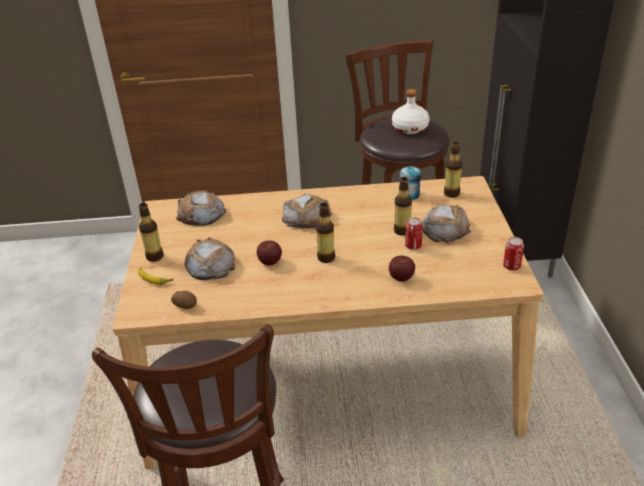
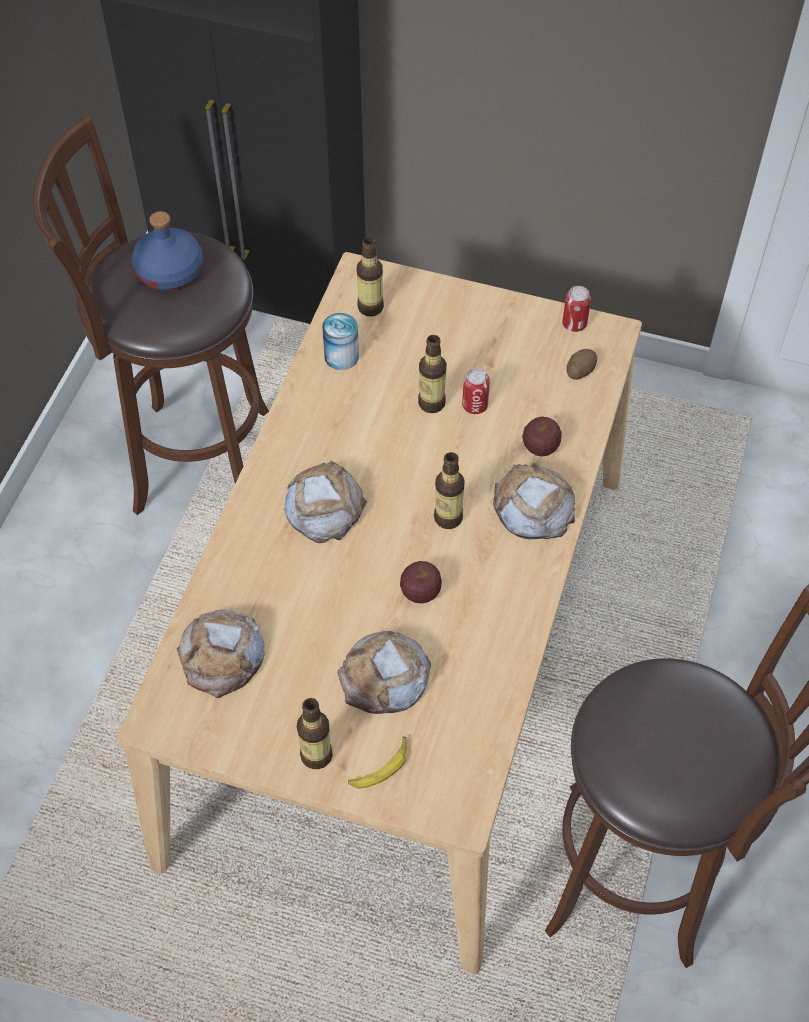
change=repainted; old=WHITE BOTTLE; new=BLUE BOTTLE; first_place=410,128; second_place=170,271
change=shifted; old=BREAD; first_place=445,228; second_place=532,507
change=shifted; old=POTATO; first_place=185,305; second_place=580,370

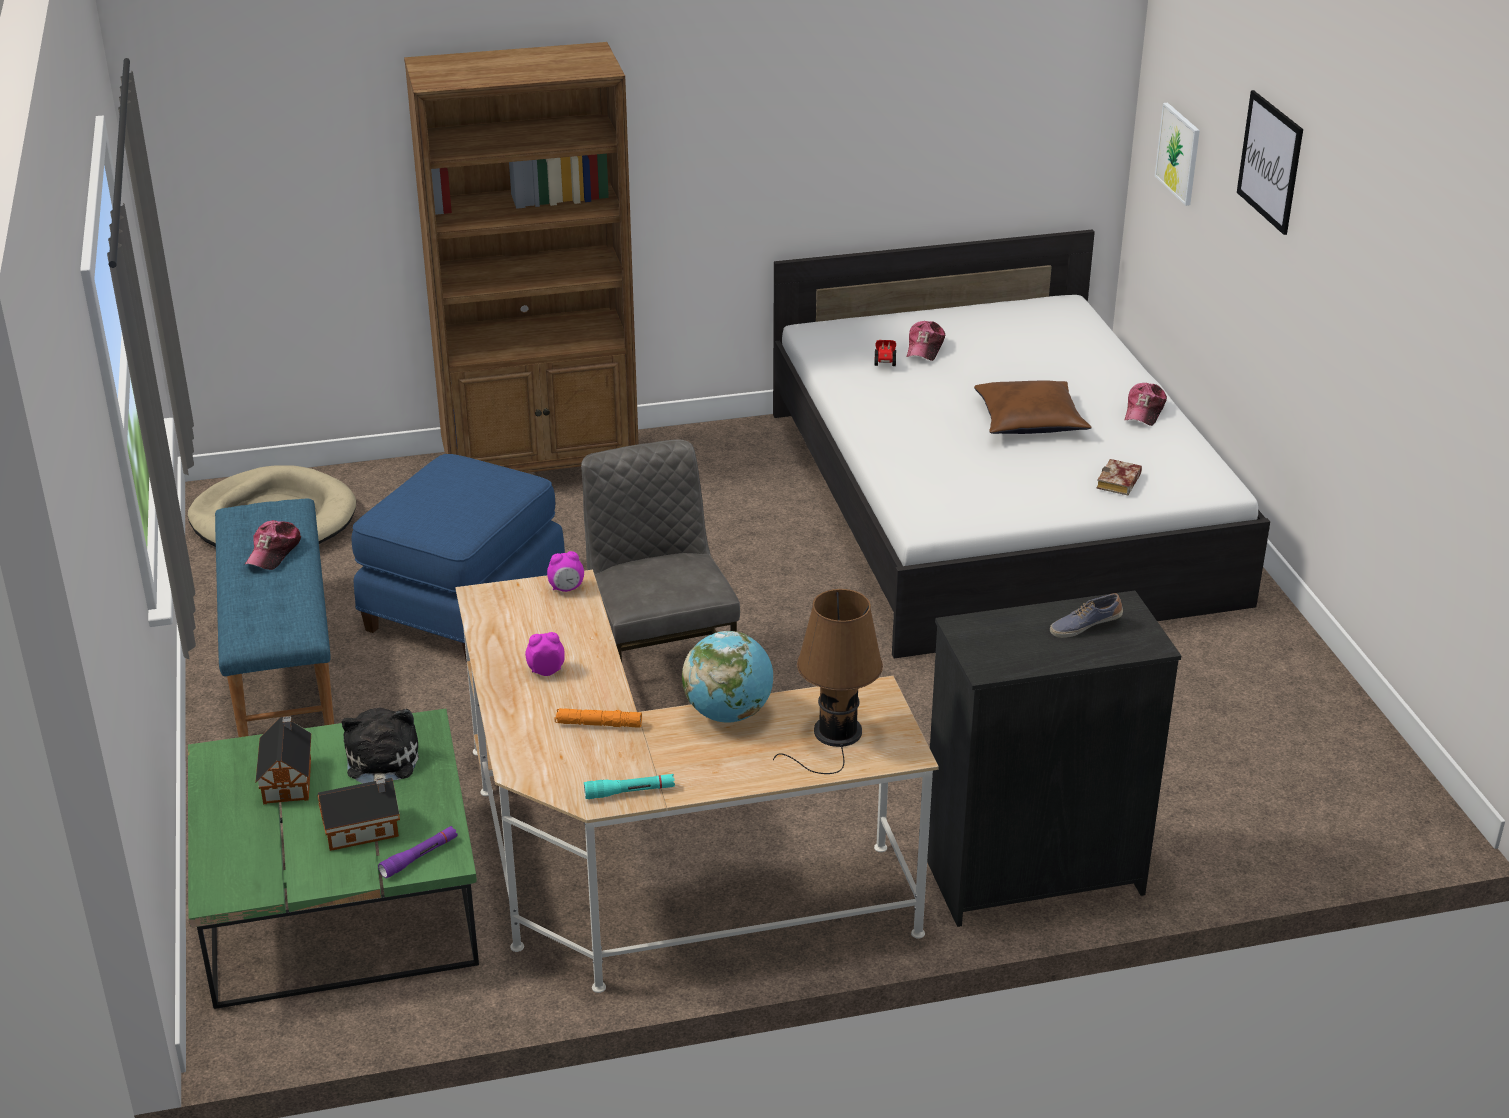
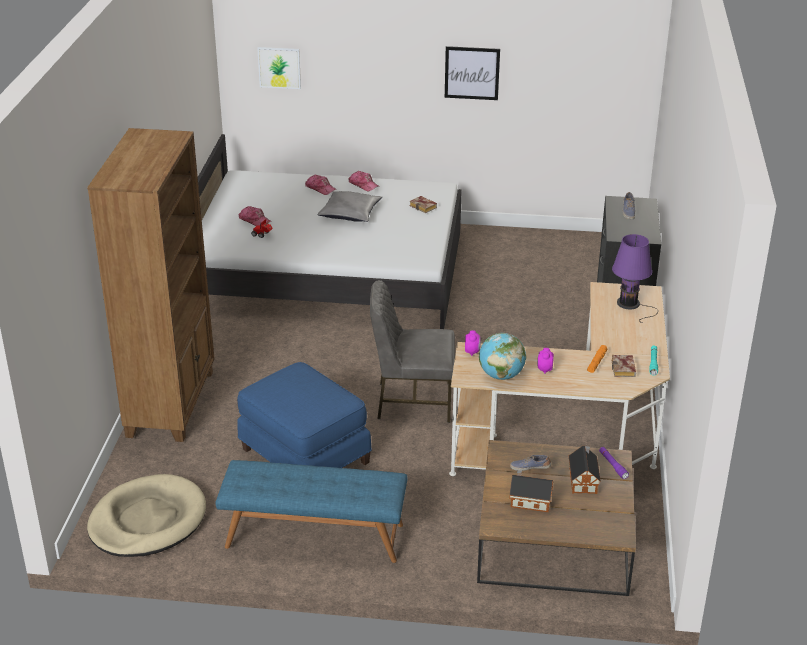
change=shifted; old=CAP; first_place=274,552; second_place=320,188
change=repainted; old=BROWN PILLOW; new=GREY PILLOW; first_place=1030,420; second_place=350,213
change=shifted; old=PICTURE; first_place=1270,161; second_place=472,73
change=repainted; old=GREEN COFFEE TABLE; new=BROWN COFFEE TABLE; first_place=336,897; second_place=555,541
change=shifted; old=GLOBE; first_place=728,713; second_place=501,375
change=swapped; old=PLUSH TOY; new=SHOE; first_place=381,764; second_place=530,467
change=new; new=BOOK; second_place=624,369
change=repainted; old=BROWN TABLE LAMP; new=PURPLE TABLE LAMP; first_place=835,735; second_place=630,304

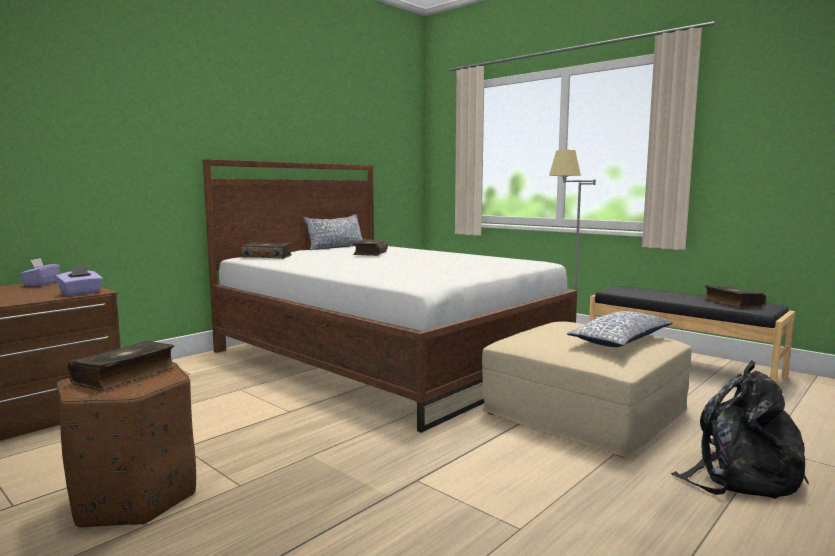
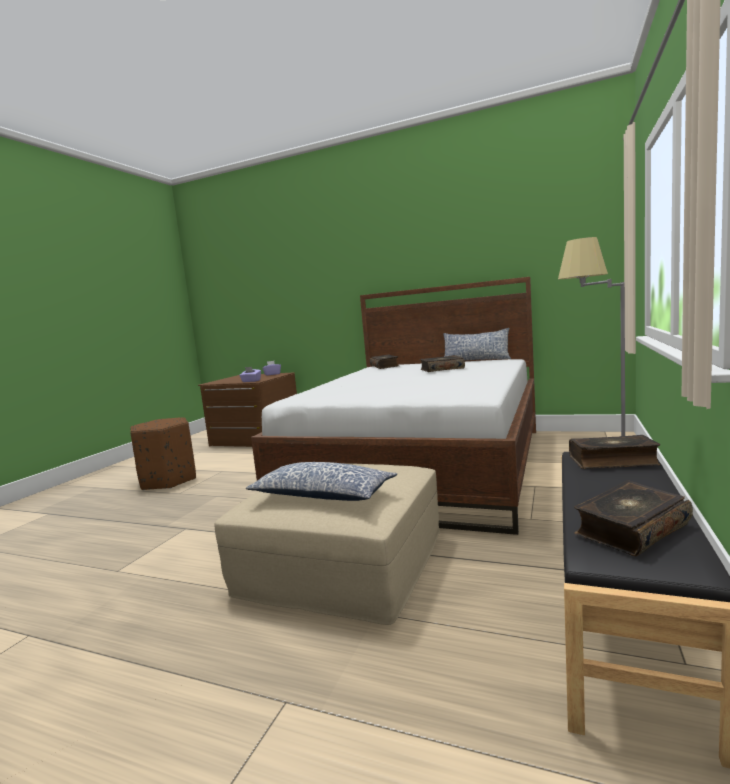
change=shifted; old=BOOK; first_place=126,375; second_place=613,461
change=gone; old=BLACK BACKPACK; first_place=740,475

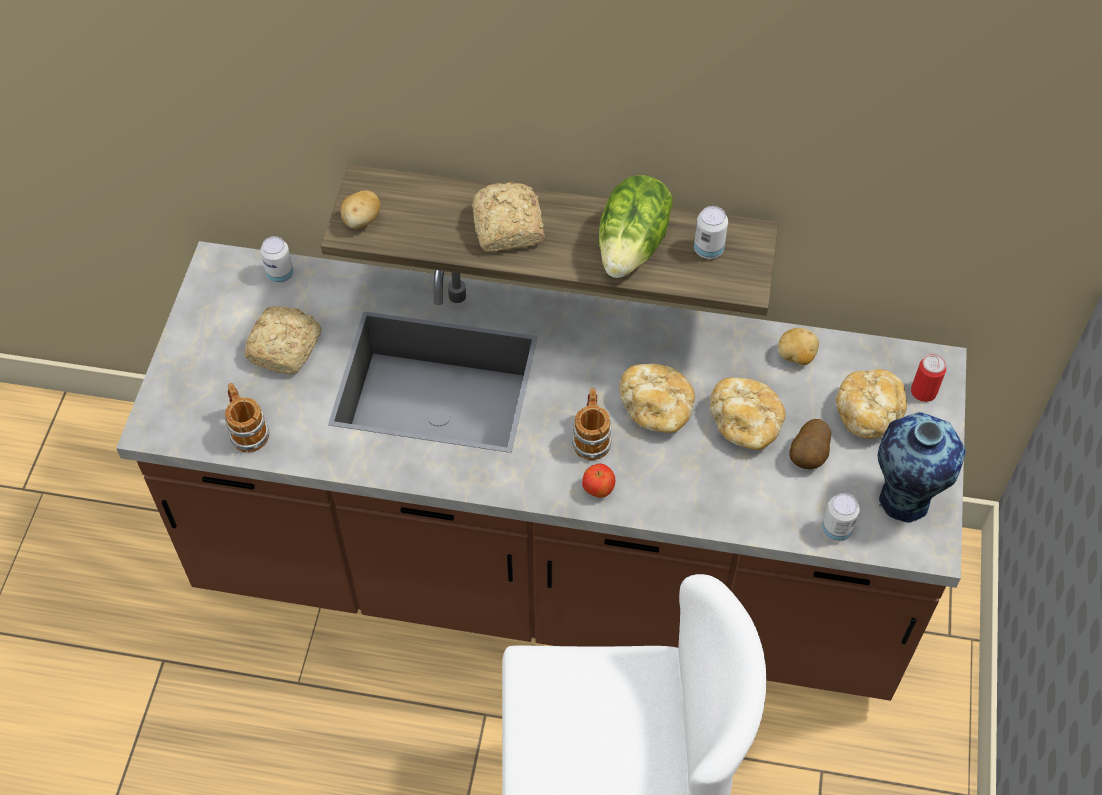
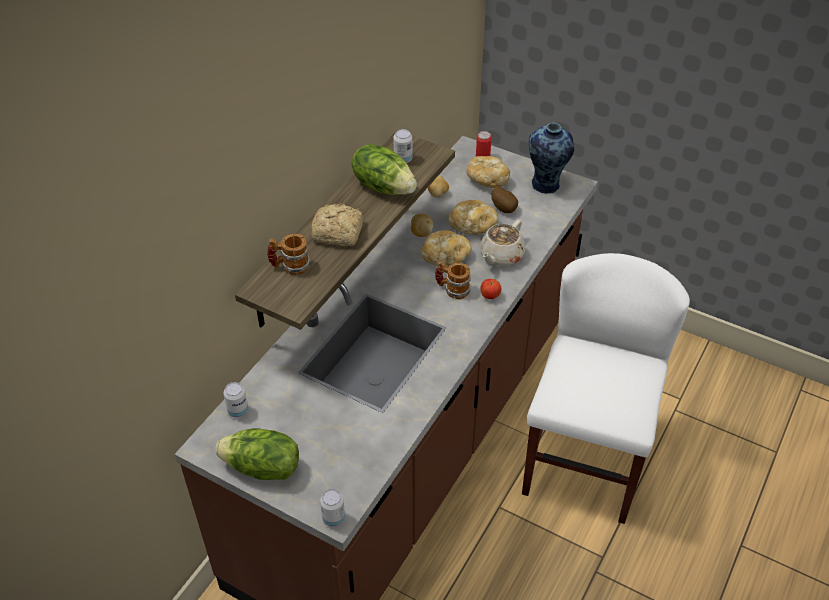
change=new; new=LETTUCE; second_place=262,469
change=shifted; old=MUG; first_place=247,430; second_place=290,266
change=shifted; old=CAN; first_place=836,530; second_place=333,518
change=shifted; old=POTATO; first_place=362,221; second_place=421,233
change=new; new=BEIGE TEAPOT; second_place=501,256
change=gone; old=BREAD; first_place=286,346

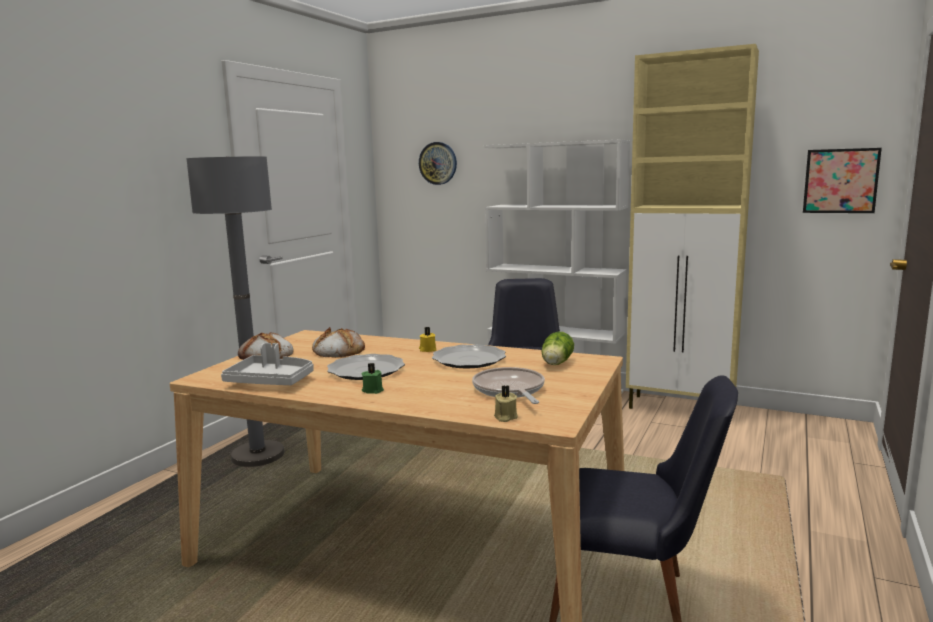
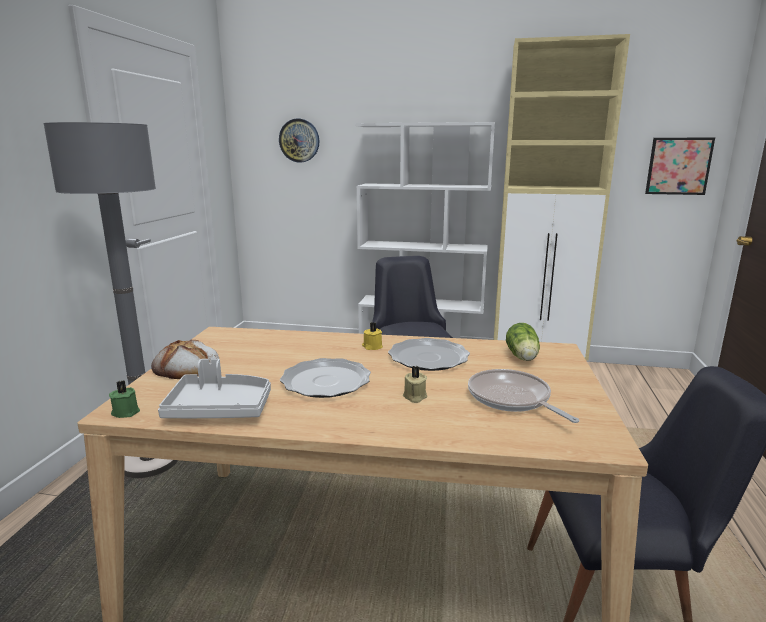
change=shifted; old=GREEN CANDLE; first_place=373,390; second_place=126,412
change=shifted; old=BEIGE CANDLE; first_place=505,417; second_place=414,397
change=gone; old=BREAD; first_place=338,350

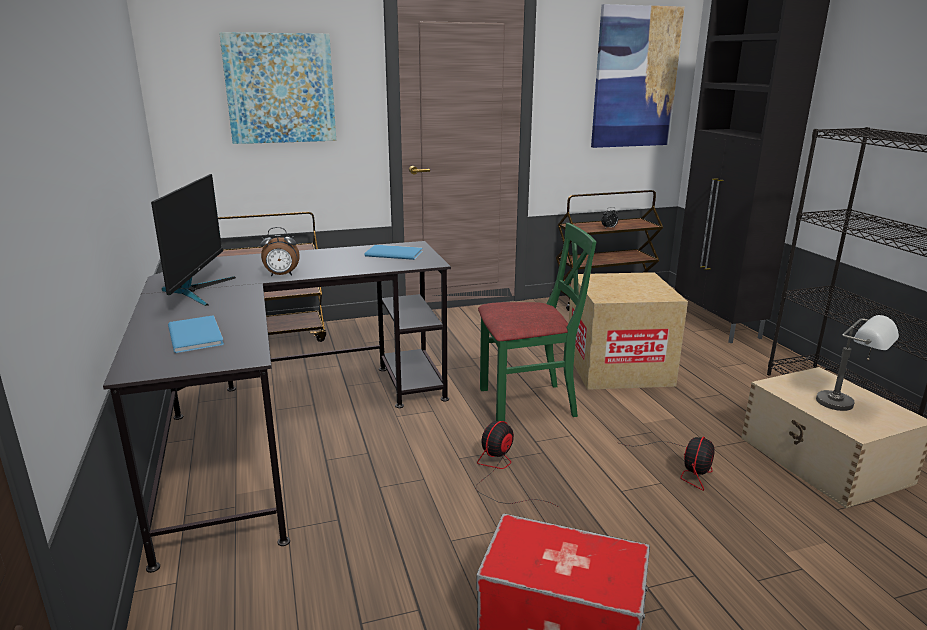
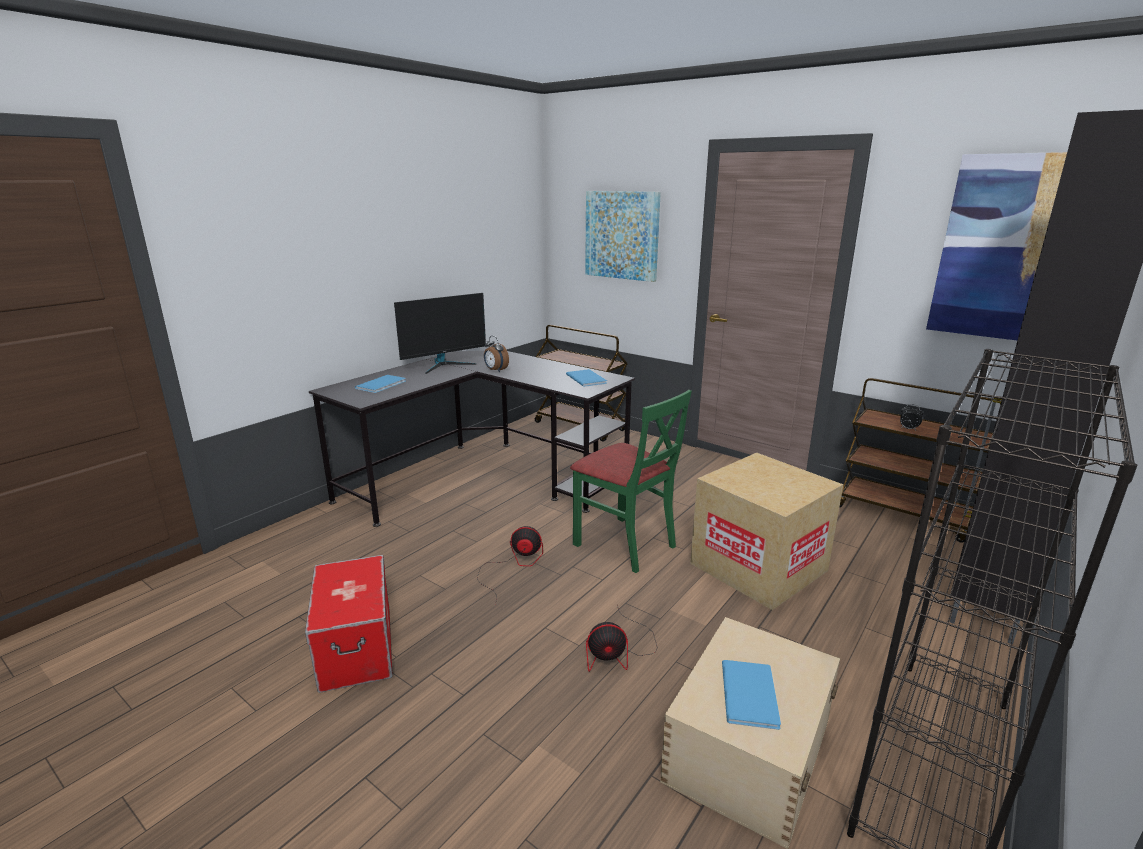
change=swapped; old=GREY TABLE LAMP; new=BLUE BOOK; first_place=847,406; second_place=751,693

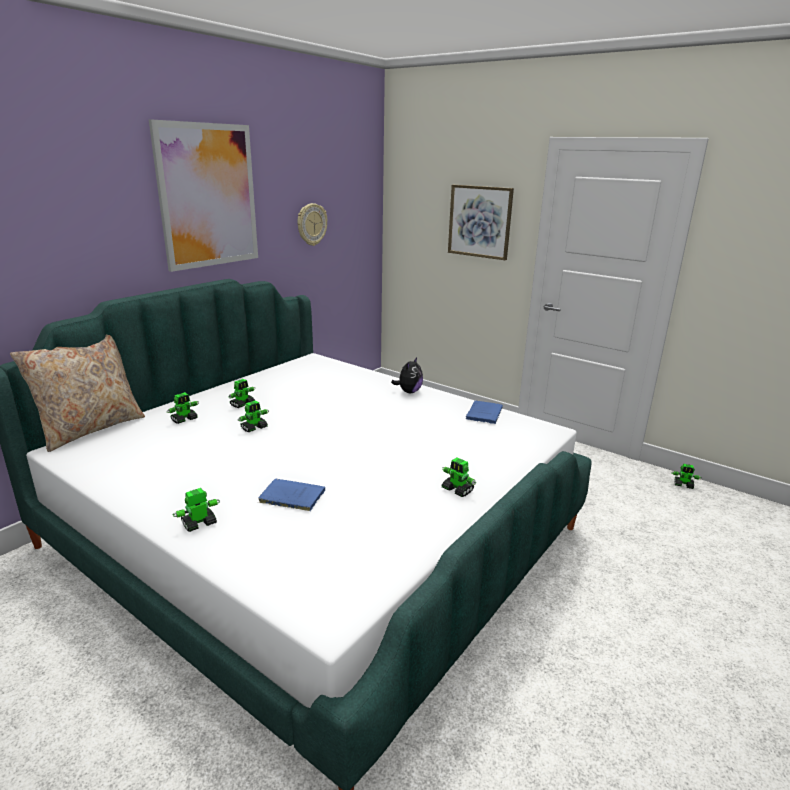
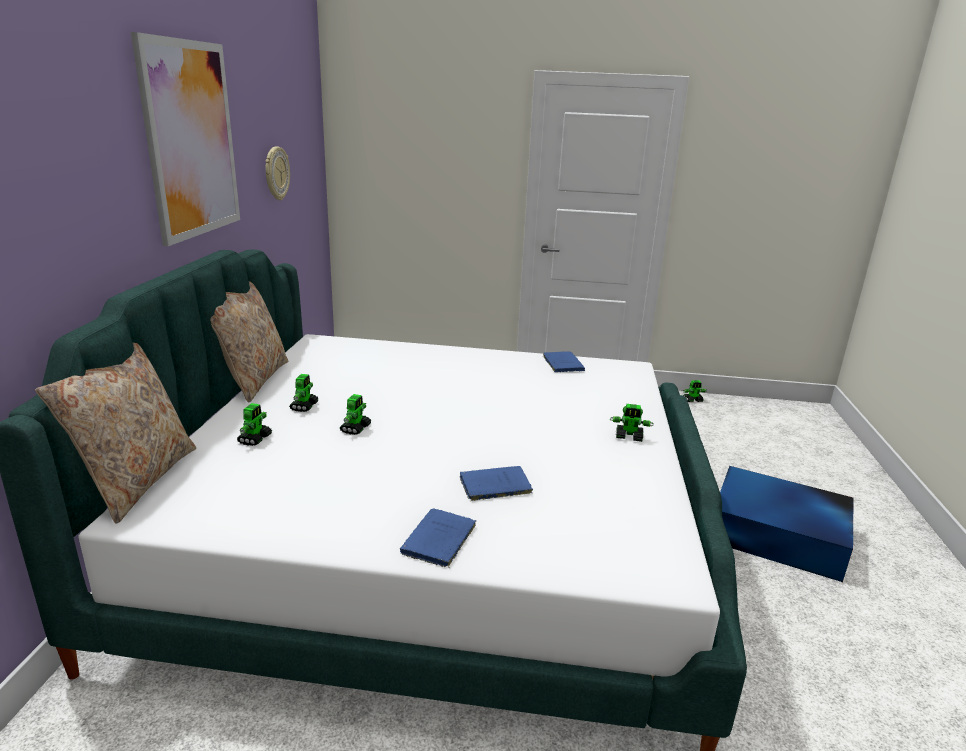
change=new; new=BEIGE PILLOW; second_place=252,379
change=swapped; old=TOY ROBOT; new=BLUE BOOK; first_place=198,524; second_place=438,541
change=new; new=BLUE STORAGE BOX; second_place=779,535
change=gone; old=PLUSH TOY; first_place=409,391
change=gone; old=PICTURE; first_place=480,221

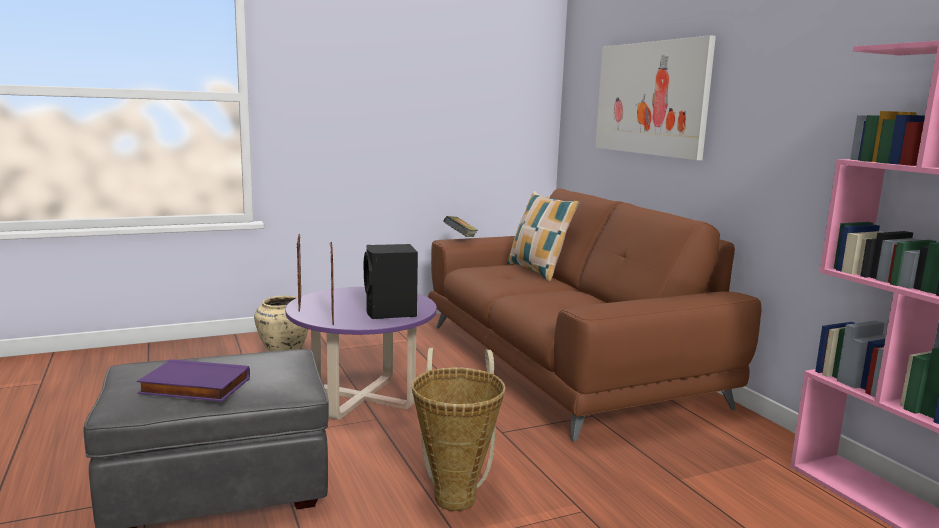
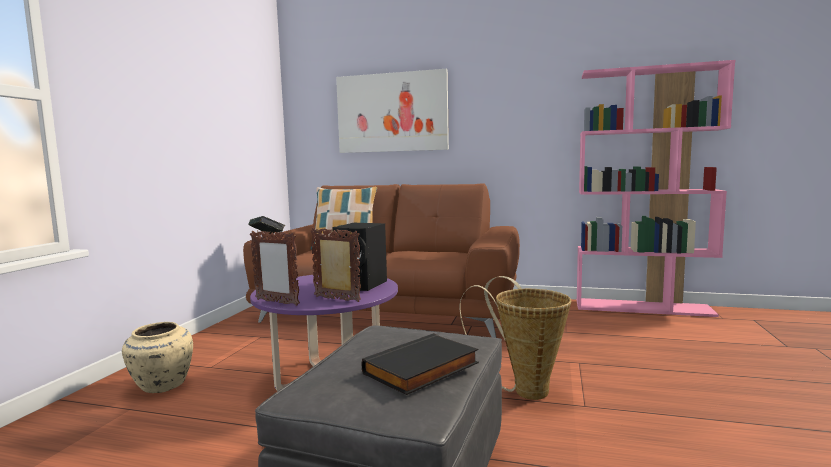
change=repainted; old=PURPLE BOOK; new=BLACK BOOK; first_place=193,387; second_place=422,369

